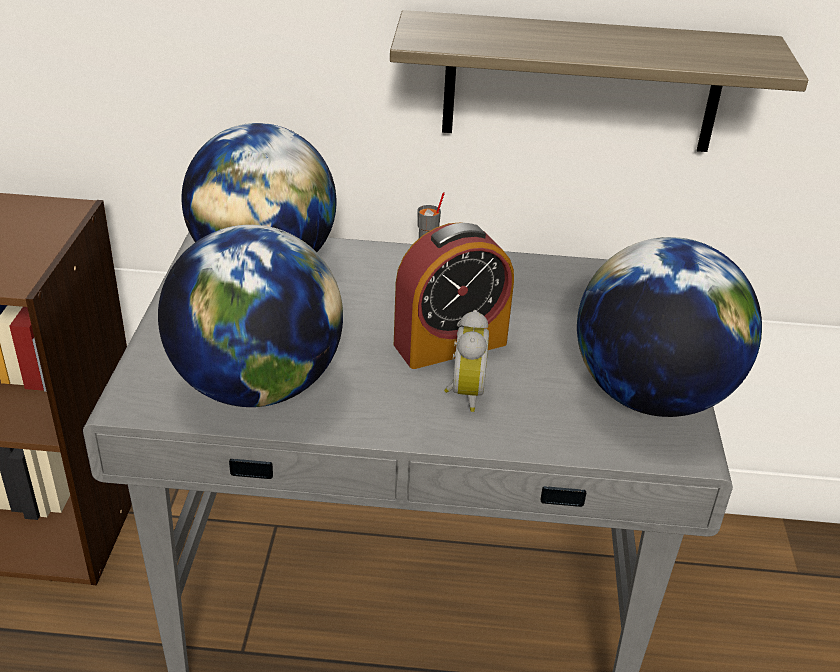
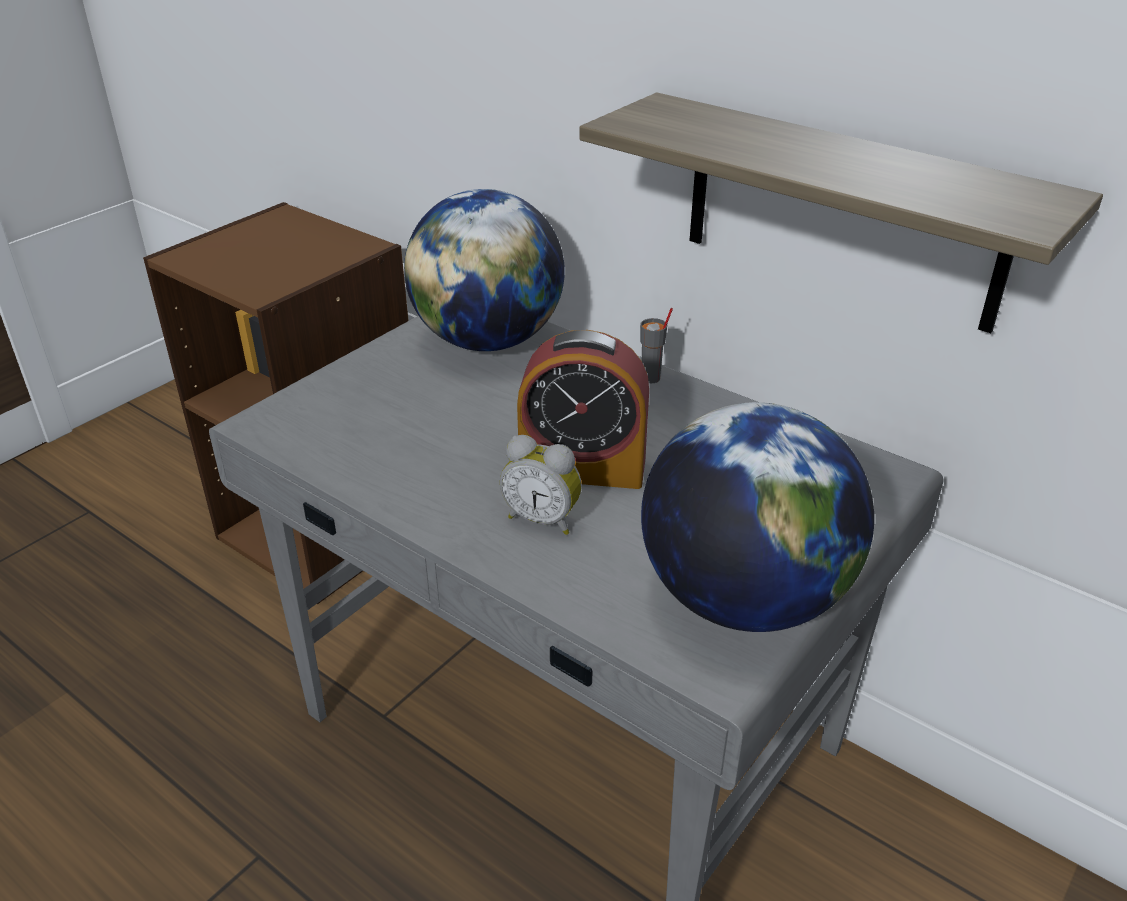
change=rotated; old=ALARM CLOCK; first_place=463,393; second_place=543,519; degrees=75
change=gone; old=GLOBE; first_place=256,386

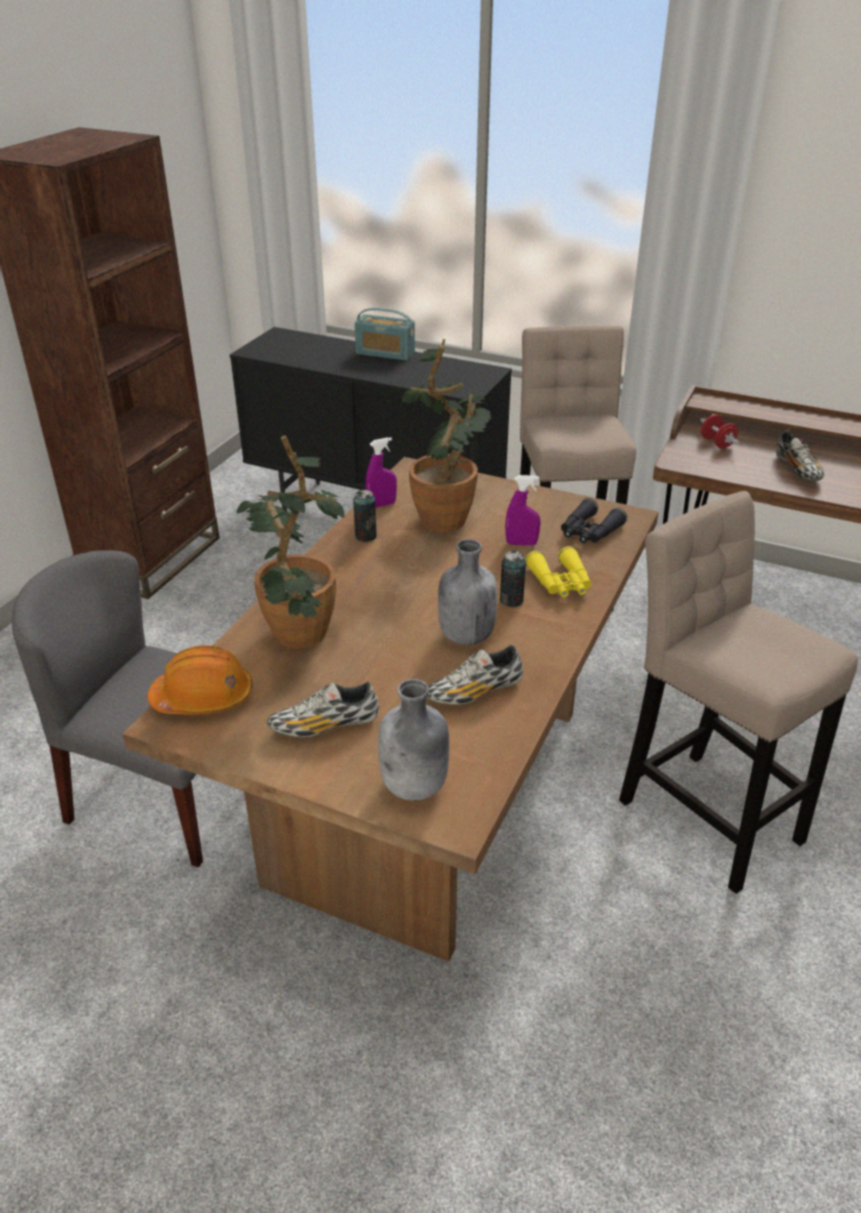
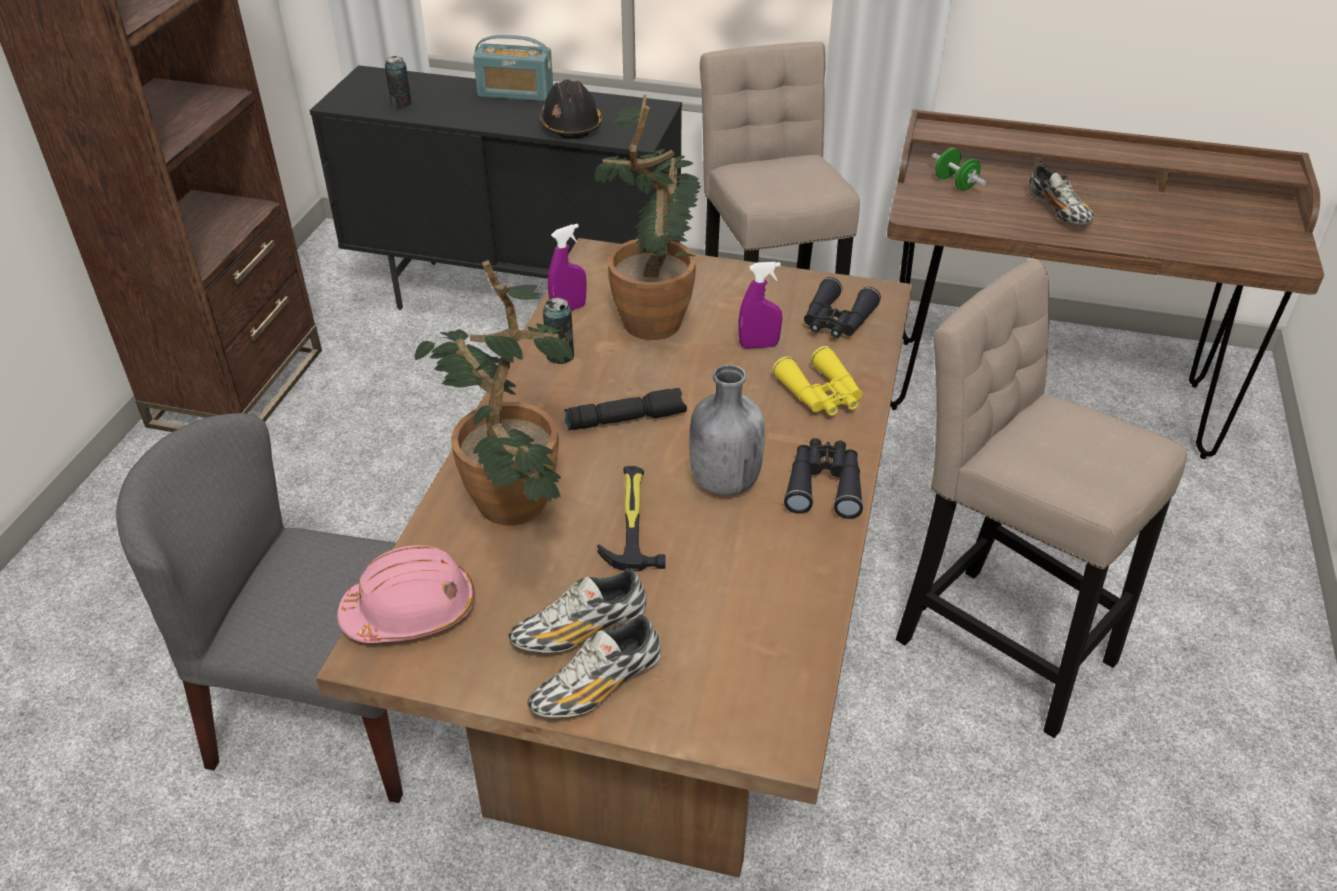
change=repainted; old=ORANGE HARD HAT; new=PINK HARD HAT; first_place=203,698; second_place=411,611
change=shifted; old=CAN; first_place=511,600; second_place=401,104
change=shifted; old=SHOE; first_place=474,692; second_place=597,687
change=new; new=BLACK HARD HAT; second_place=570,125
change=new; new=BLACK FLASHLIGHT; second_place=626,419
change=new; new=HAMMER; second_place=632,520
change=new; new=BLACK BINOCULARS; second_place=824,485
change=repainted; old=RED DUMBBELL; new=GREEN DUMBBELL; first_place=716,443; second_place=955,183
change=gone; old=GREY BOTTLE; first_place=415,786

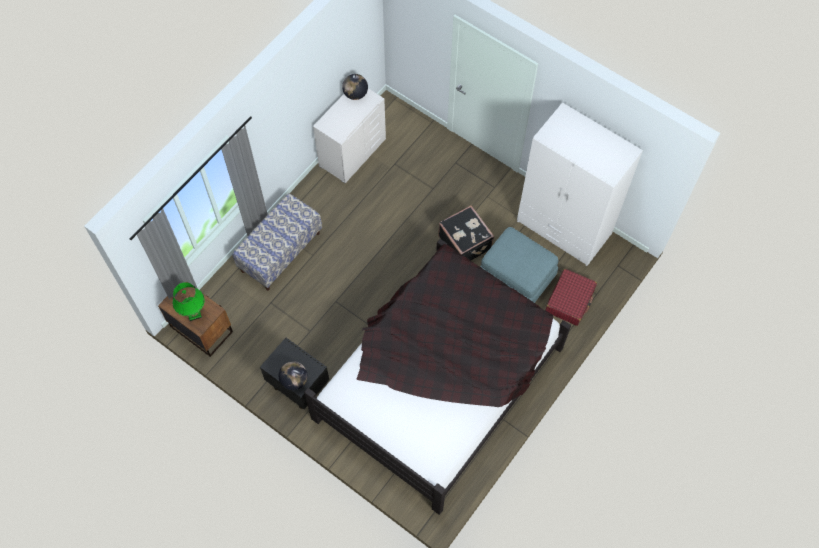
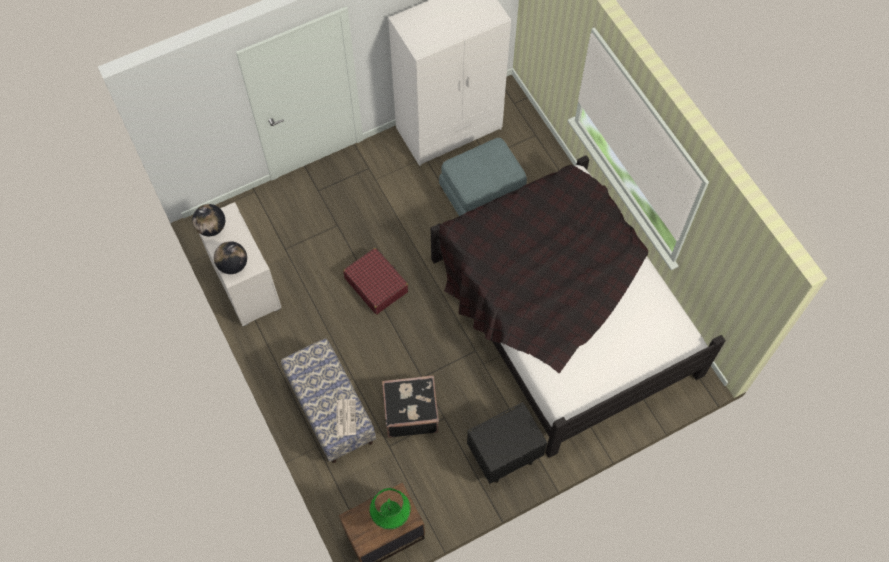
change=shifted; old=GLOBE; first_place=294,380; second_place=233,265
change=new; new=NEWSPAPER; second_place=345,417
change=shifted; old=RED SUITCASE; first_place=570,300; second_place=376,285
change=shifted; old=BLACK SUITCASE; first_place=465,242; second_place=410,412

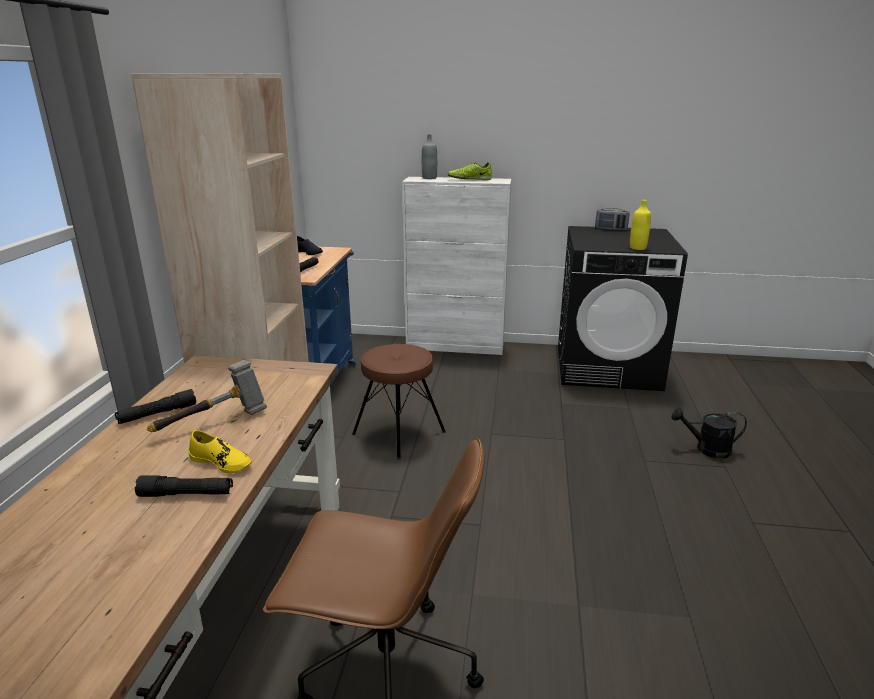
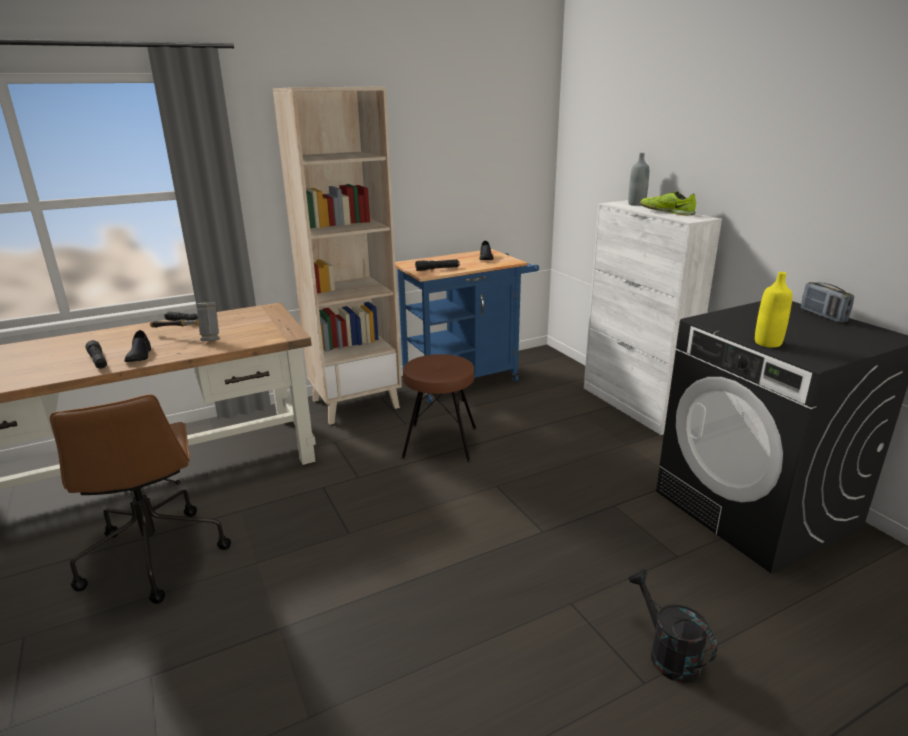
change=repainted; old=YELLOW SHOE; new=BLACK SHOE; first_place=221,462; second_place=139,355

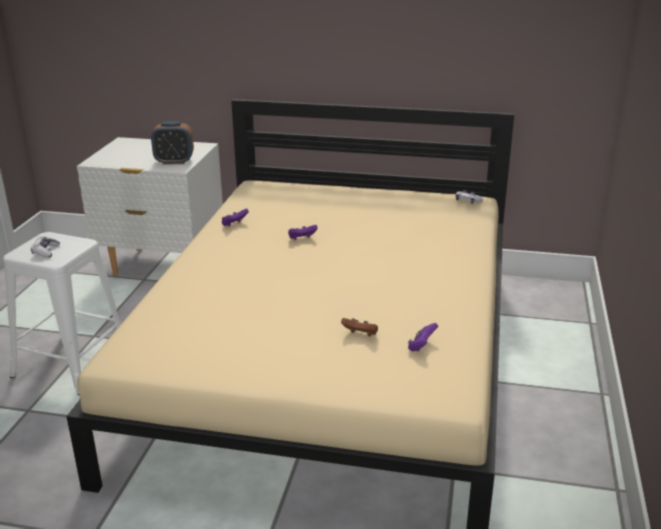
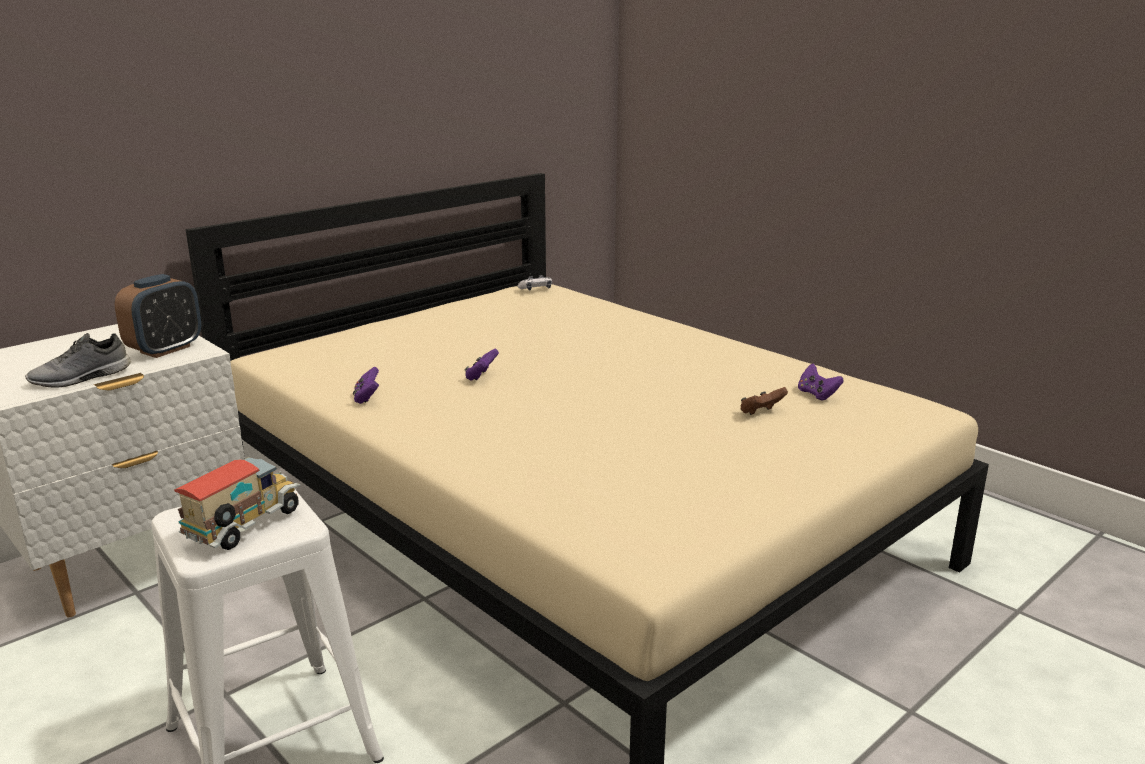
change=new; new=GREY SHOE; second_place=81,378
change=swapped; old=GAME CONTROLLER; new=TOY TRUCK; first_place=45,251; second_place=245,528

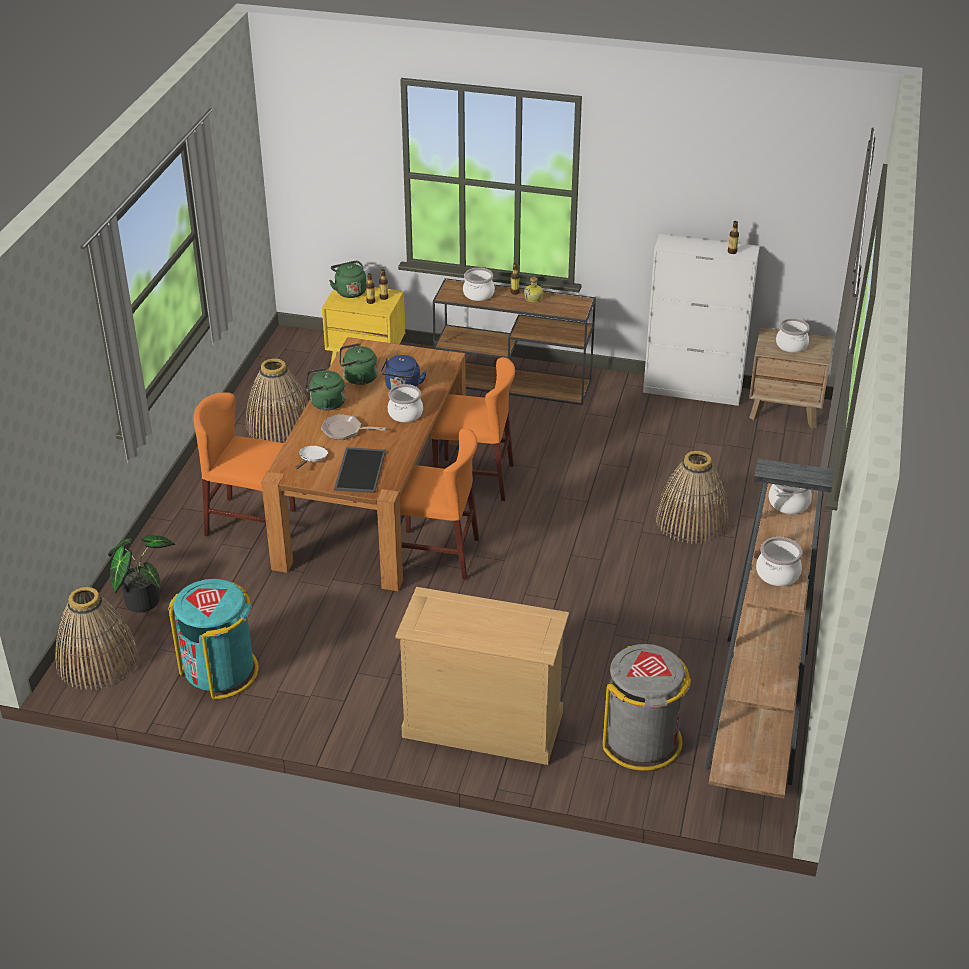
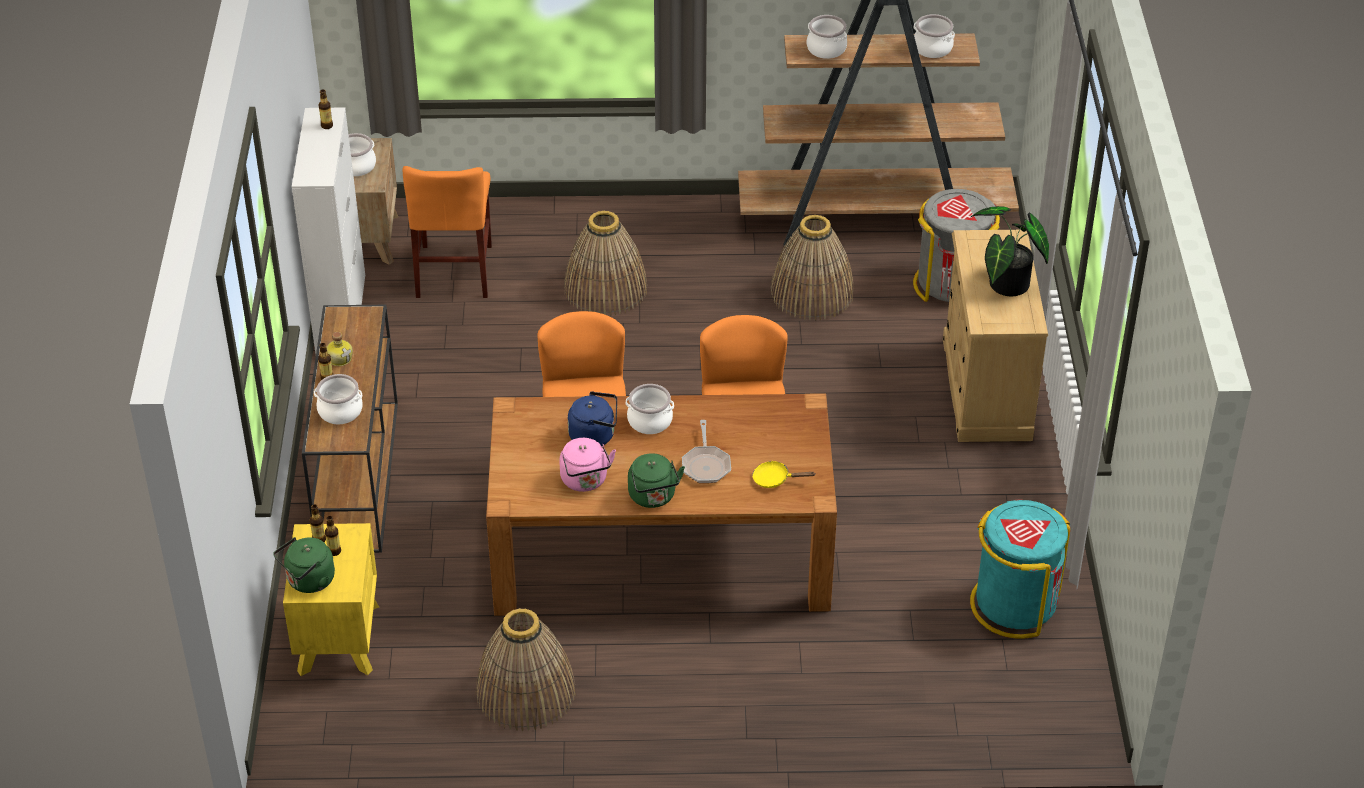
change=shifted; old=ORANGE CHAIR; first_place=250,522; second_place=454,271
change=repainted; old=GREEN KETTLE; new=PINK KETTLE; first_place=358,378; second_place=585,481
change=repainted; old=WHITE FRYING PAN; new=YELLOW FRYING PAN; first_place=312,459; second_place=775,479
change=shifted; old=BASKET; first_place=97,661; second_place=812,293
change=shifted; old=POTTED PLANT; first_place=142,598; second_place=1004,286
change=gone; old=TRAY; first_place=359,470

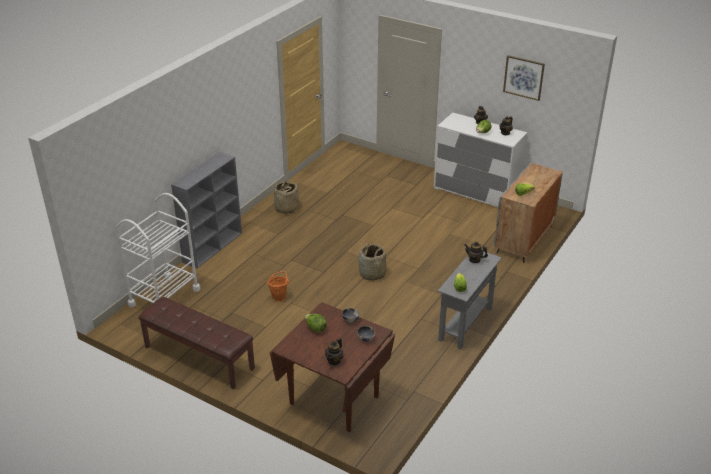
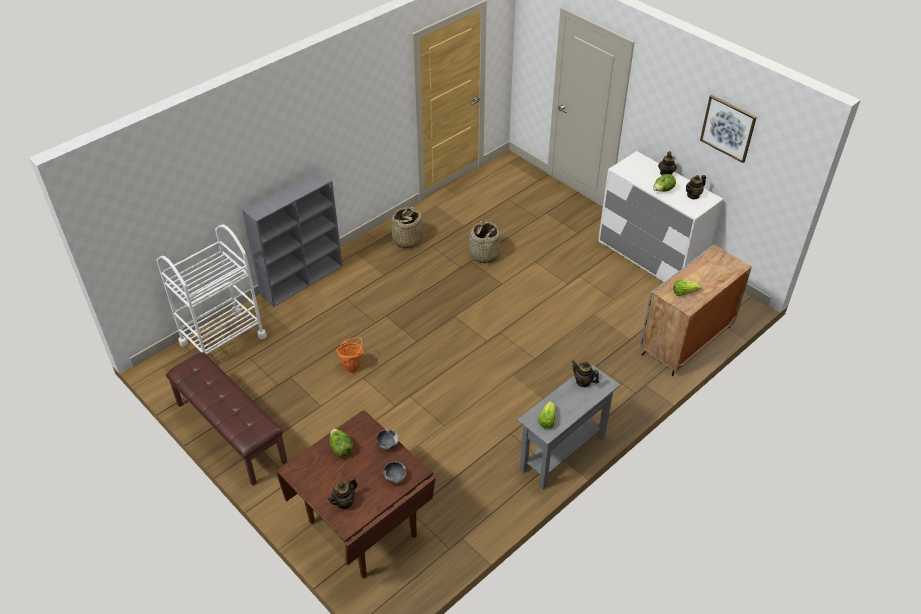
change=shifted; old=BASKET; first_place=372,274; second_place=484,255

